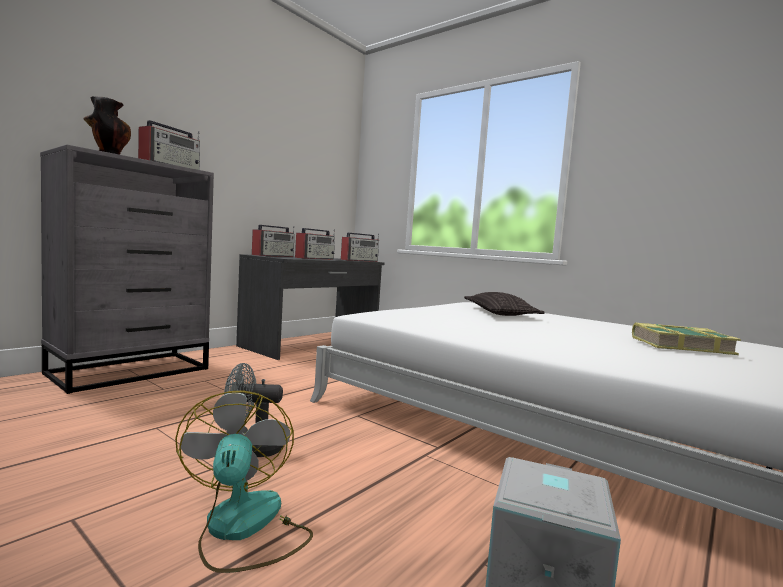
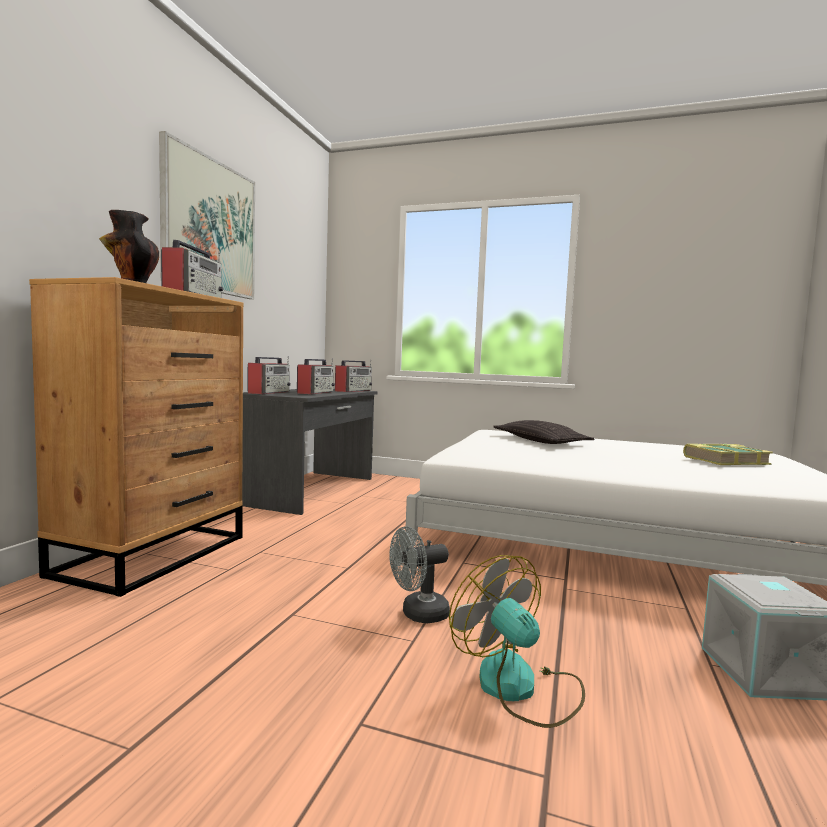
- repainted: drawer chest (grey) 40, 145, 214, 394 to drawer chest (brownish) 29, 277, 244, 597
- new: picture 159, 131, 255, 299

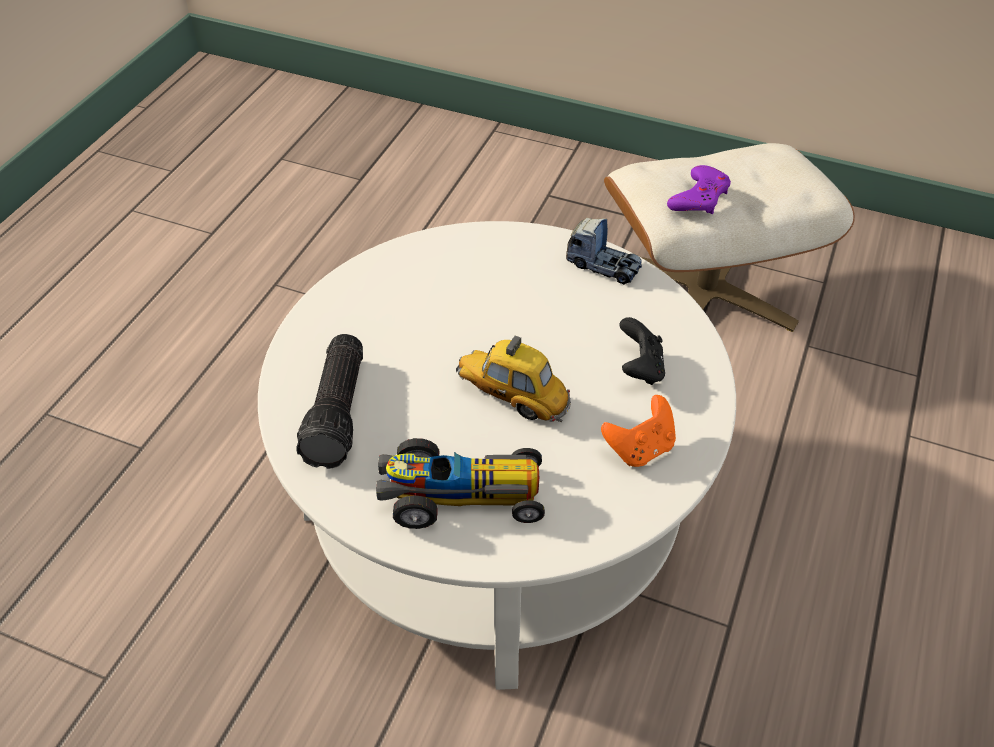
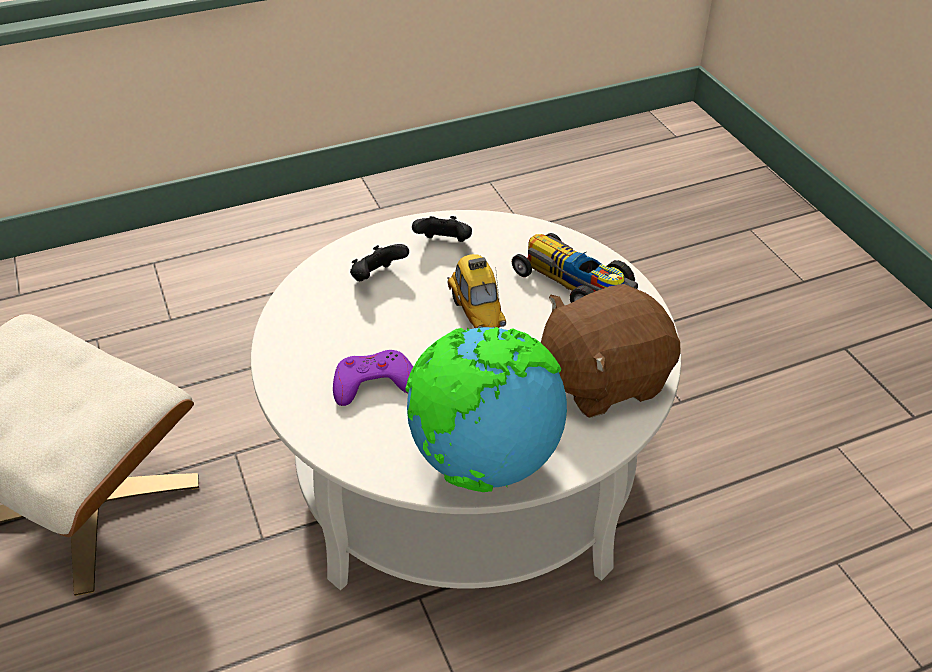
- shifted: joypad (purple) 667, 165, 731, 214 to 333, 350, 413, 406
- gone: toy truck 566, 218, 642, 285
- swapped: flashlight 296, 334, 363, 469 to cuddly toy (brownish) 541, 284, 681, 418
- repainted: joypad (orange-coloured) 601, 395, 676, 467 to joypad (blackish) 412, 216, 472, 242
- new: world globe 406, 327, 567, 492

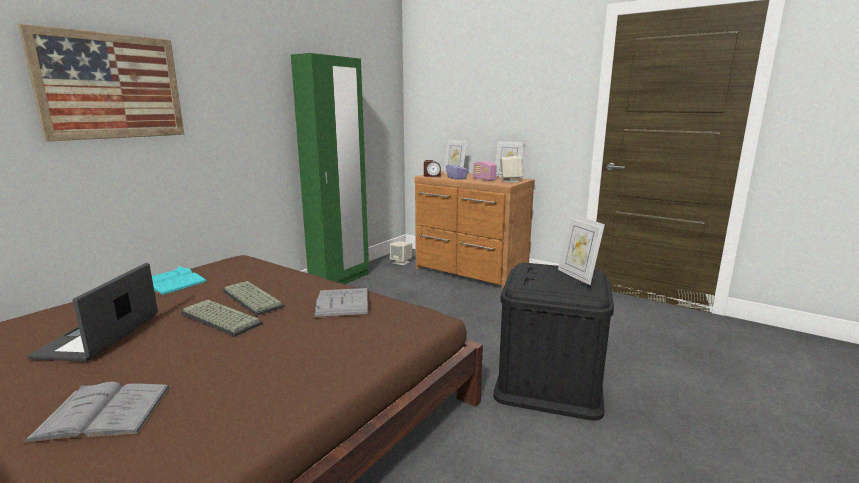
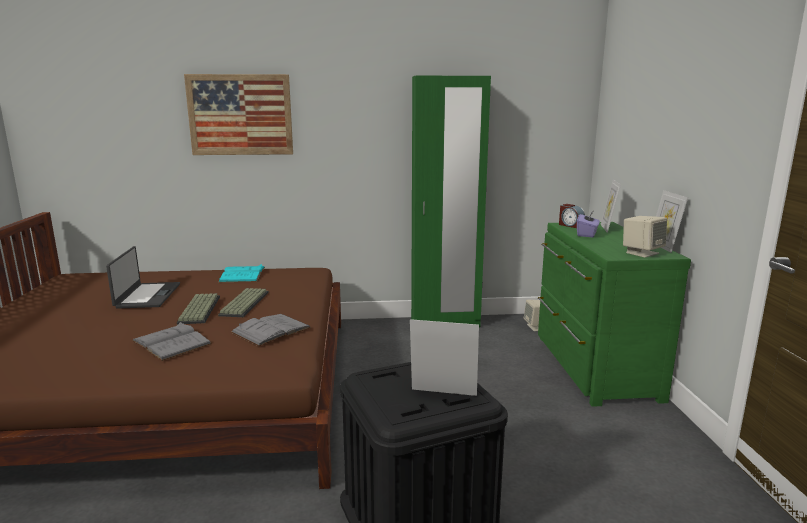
- gone: radio receiver 473, 161, 497, 181
- repainted: drawer chest (brownish) 414, 171, 535, 289 to drawer chest (green-coloured) 538, 222, 691, 407
- rotated: standing frame 558, 214, 605, 285 = 410, 319, 479, 396 75 degrees clockwise
- rotated: portable computer 27, 263, 158, 362 = 106, 246, 180, 309 120 degrees clockwise
- shifted: volume (grey) 22, 382, 171, 444 to 132, 322, 212, 361

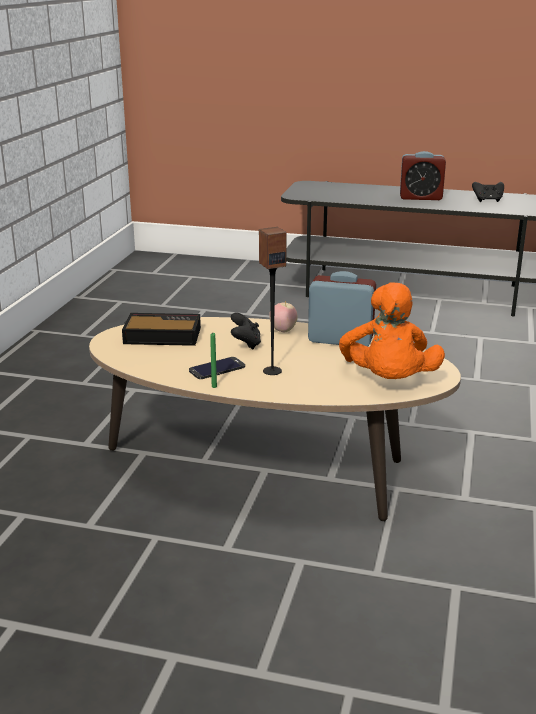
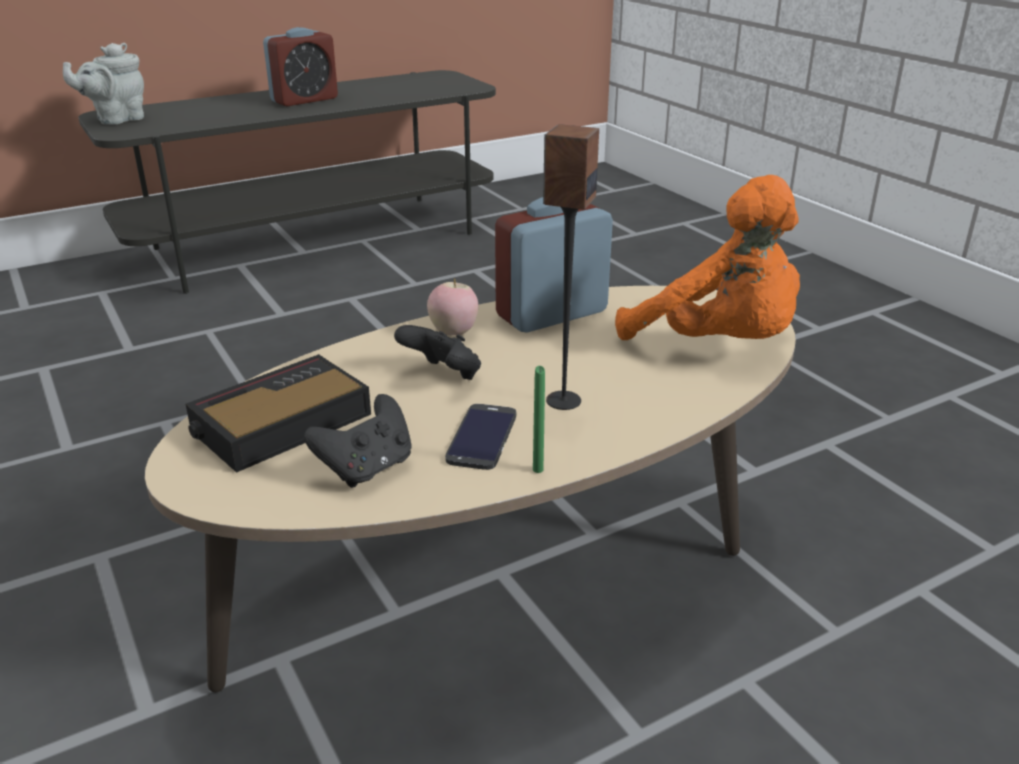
- shifted: joypad (blackish) 472, 182, 504, 202 to 304, 394, 412, 488
- new: tea pot (grey) 63, 43, 144, 125

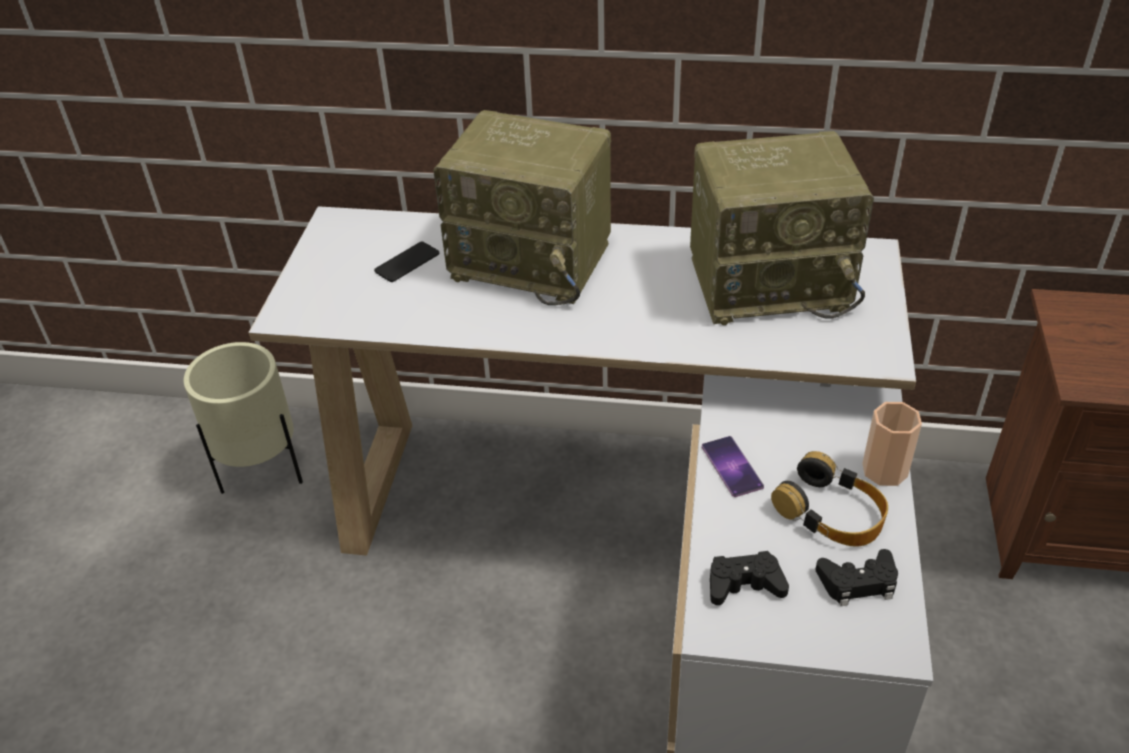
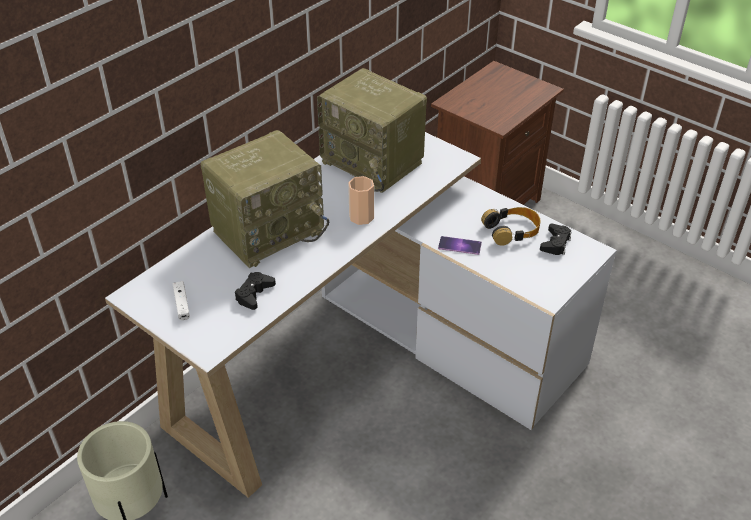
- rotated: radio receiver 690, 131, 874, 325 = 317, 68, 427, 193 105 degrees clockwise
- gone: handset 374, 241, 439, 282
- shifted: small cup 862, 402, 922, 486 to 348, 176, 374, 225
- shifted: joypad (blackish) 710, 551, 789, 605 to 235, 272, 276, 310
- new: joypad (white-coloured) 173, 281, 190, 320

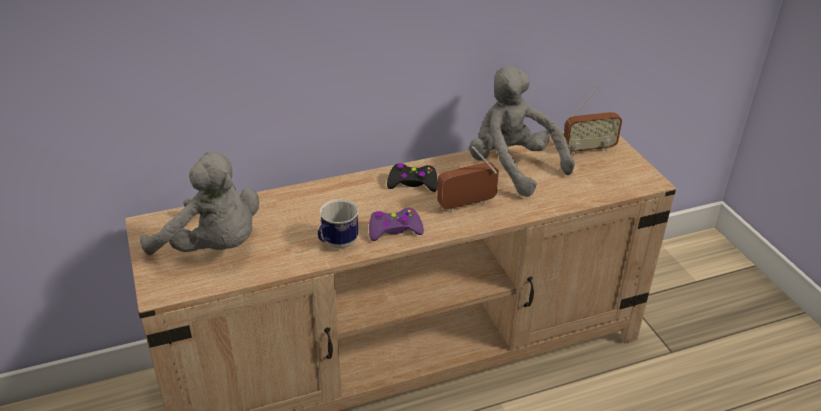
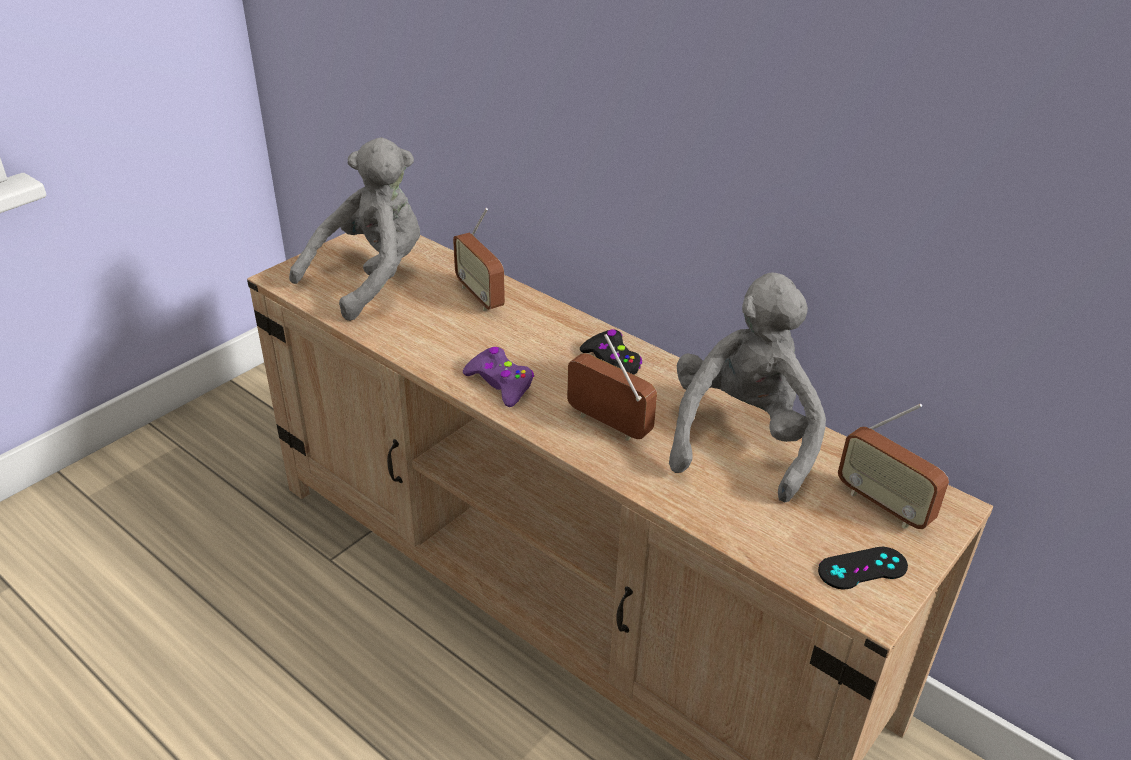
- rotated: cuddly toy (grey) 140, 152, 259, 255 = 289, 137, 420, 321 135 degrees counterclockwise
- gone: tea mug 318, 199, 359, 249
- new: radio receiver 453, 208, 505, 311
- new: joypad (blackish) 818, 547, 908, 589

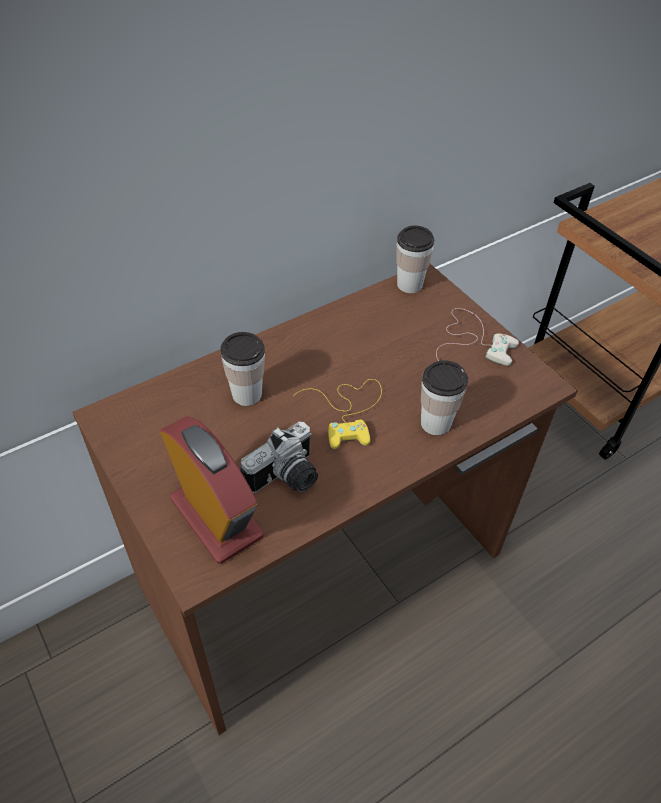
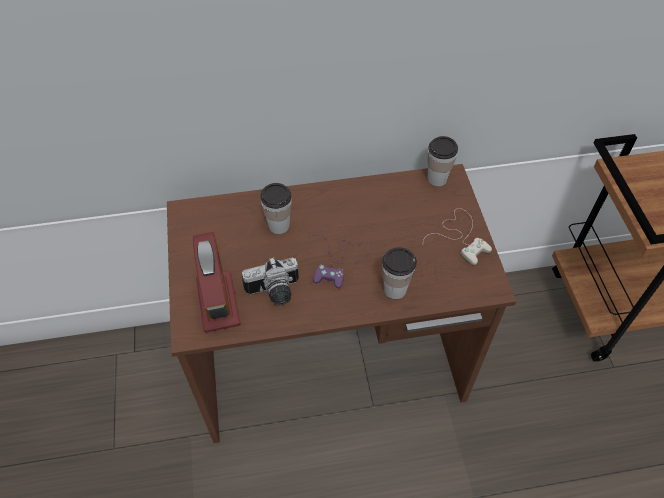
- repainted: joypad (yellow) 293, 379, 382, 449 to joypad (purple) 308, 235, 371, 289

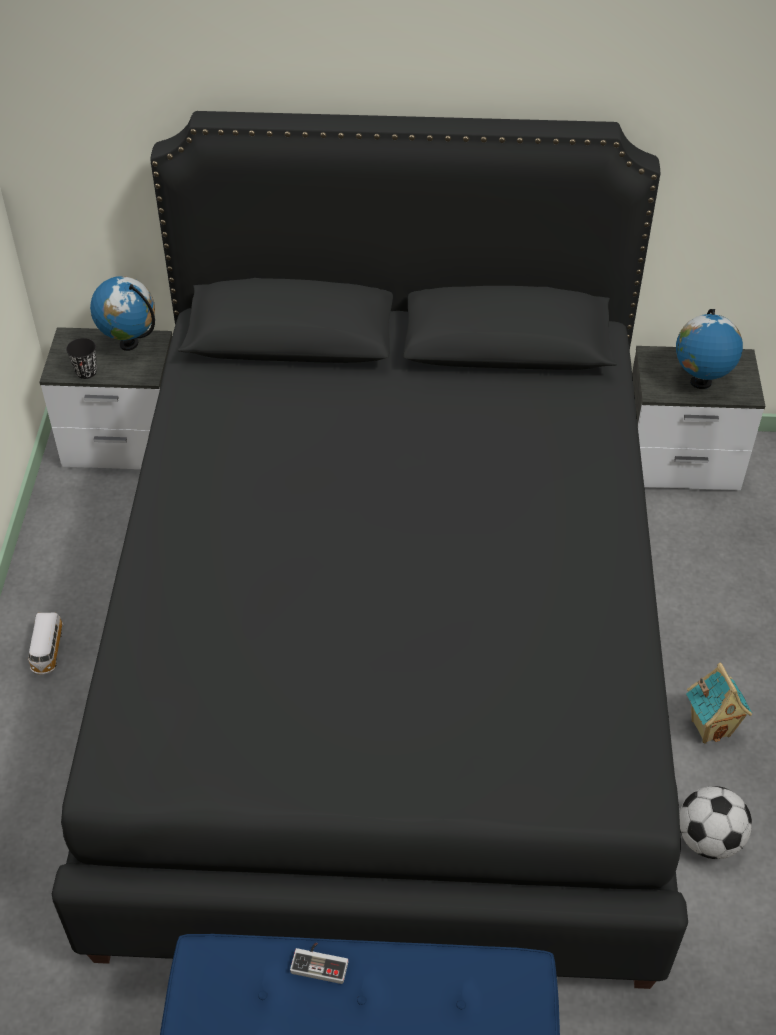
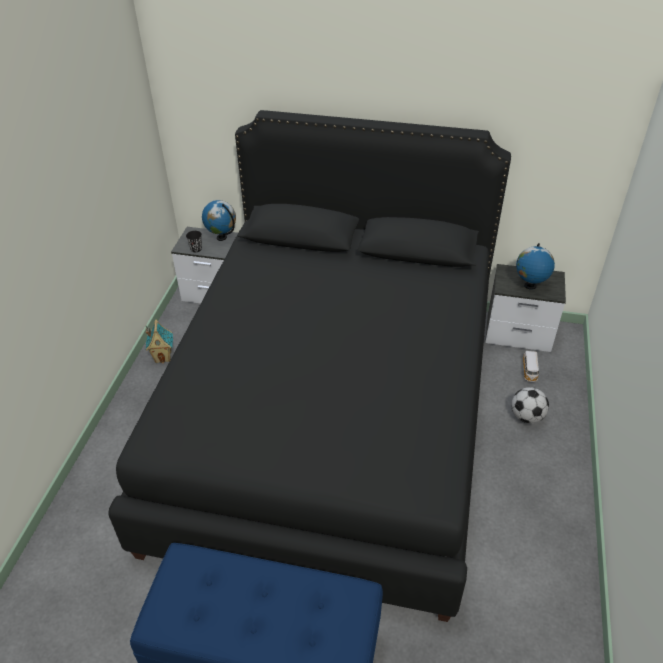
- shifted: toy car 26, 613, 64, 675 to 522, 351, 539, 382
- shifted: miniature house 686, 663, 752, 744 to 146, 320, 173, 363
- shifted: football 679, 786, 752, 859 to 512, 387, 549, 423
- gone: joypad 290, 942, 348, 984

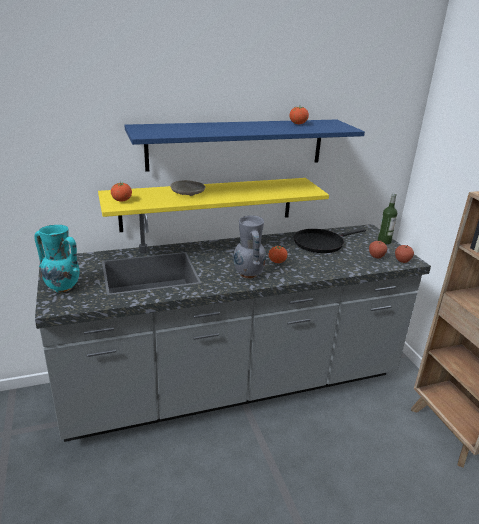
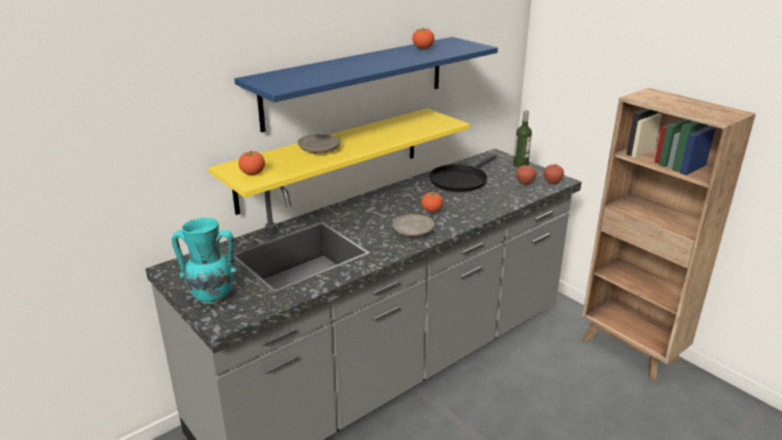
- swapped: vase (grey) 233, 215, 266, 279 to dinner plate (beige-coloured) 393, 214, 435, 237

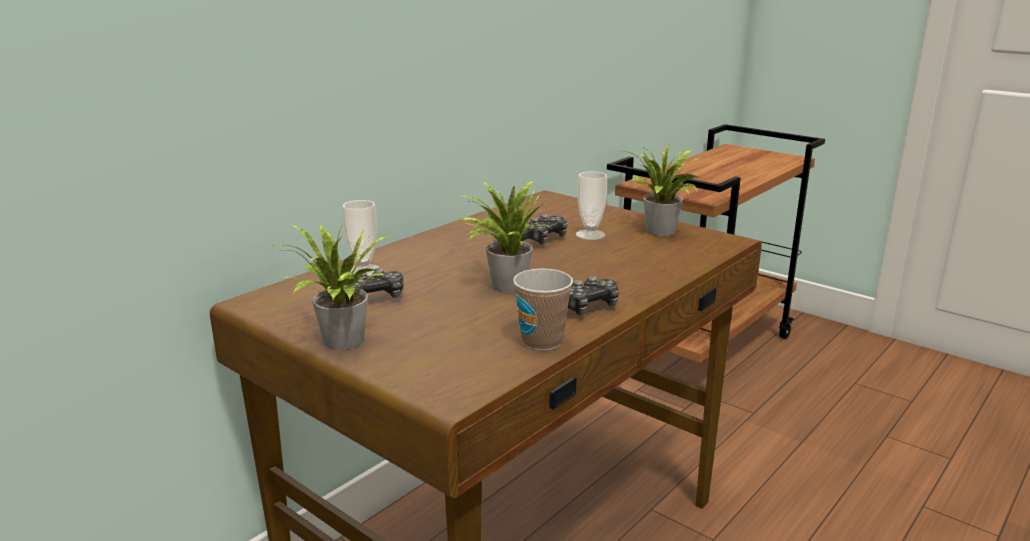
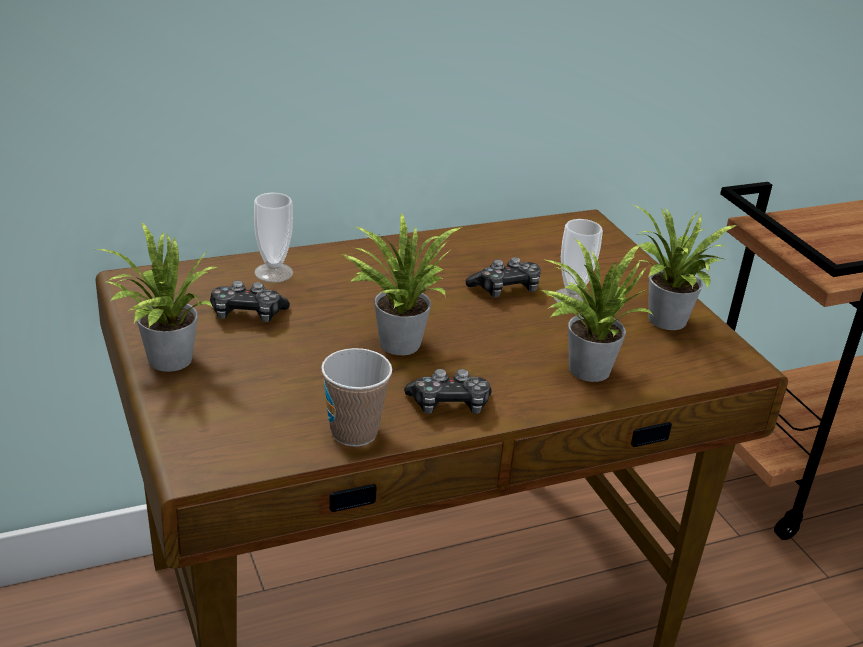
- new: potted plant 541, 239, 654, 382

